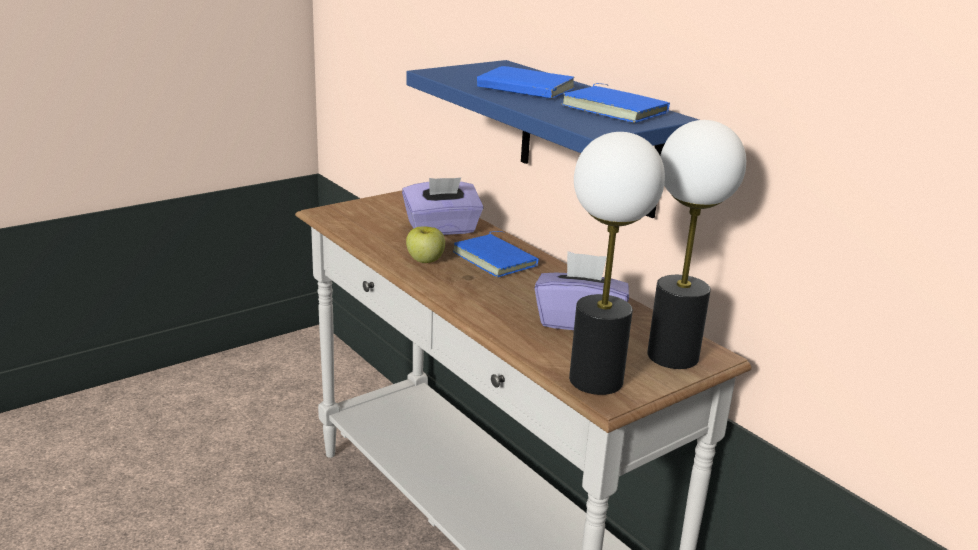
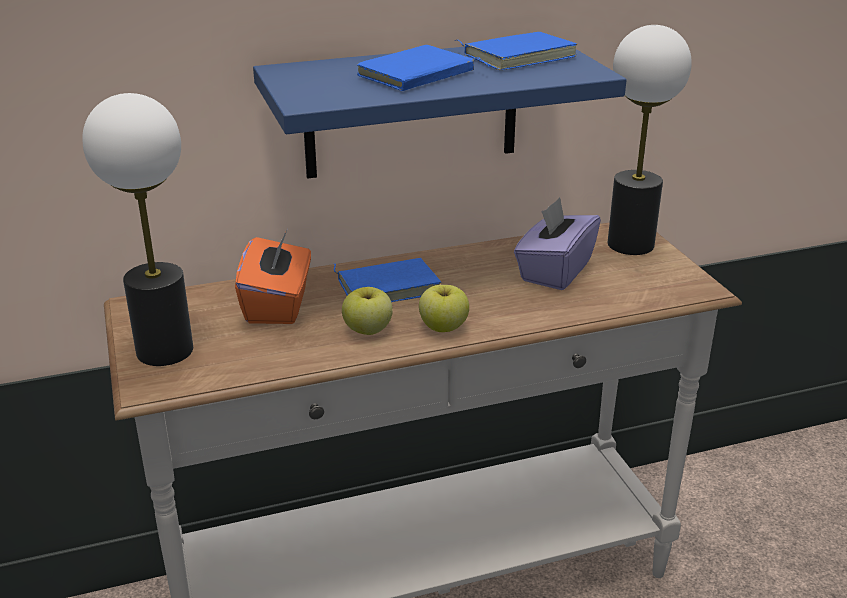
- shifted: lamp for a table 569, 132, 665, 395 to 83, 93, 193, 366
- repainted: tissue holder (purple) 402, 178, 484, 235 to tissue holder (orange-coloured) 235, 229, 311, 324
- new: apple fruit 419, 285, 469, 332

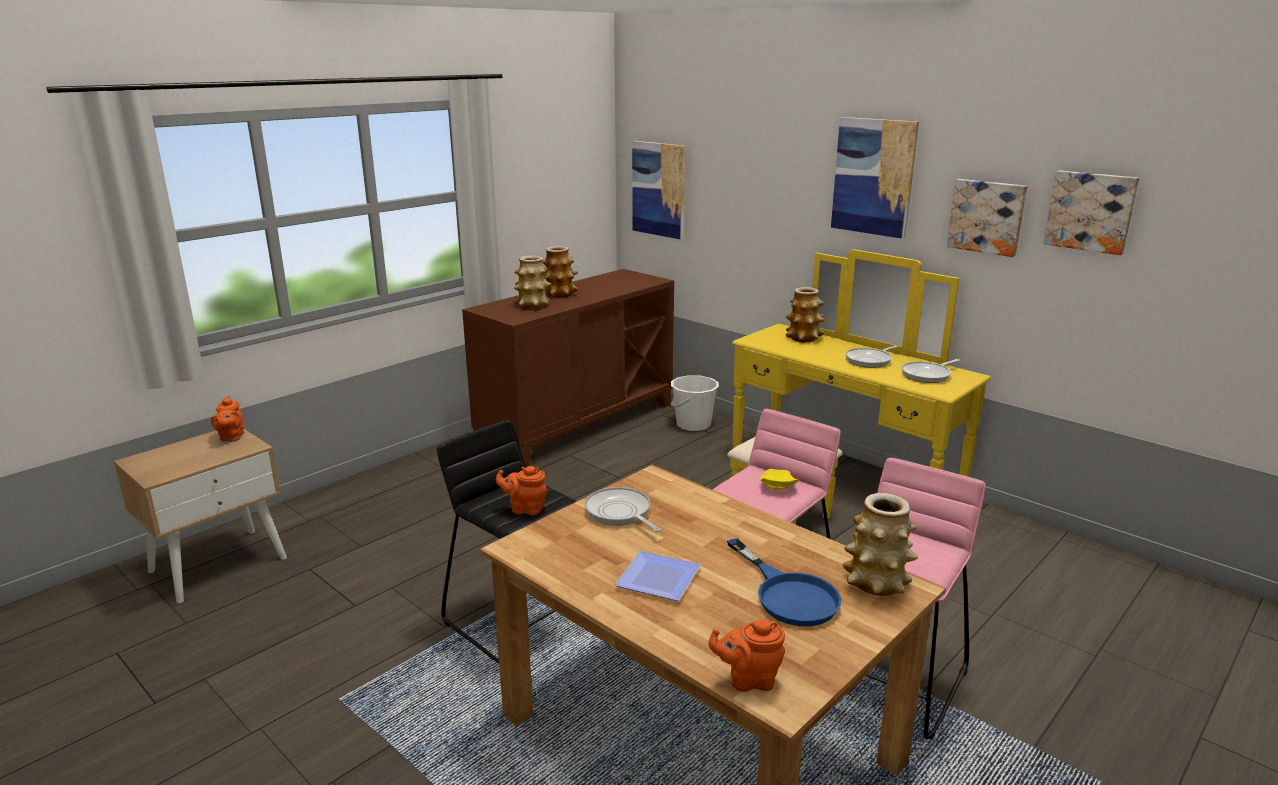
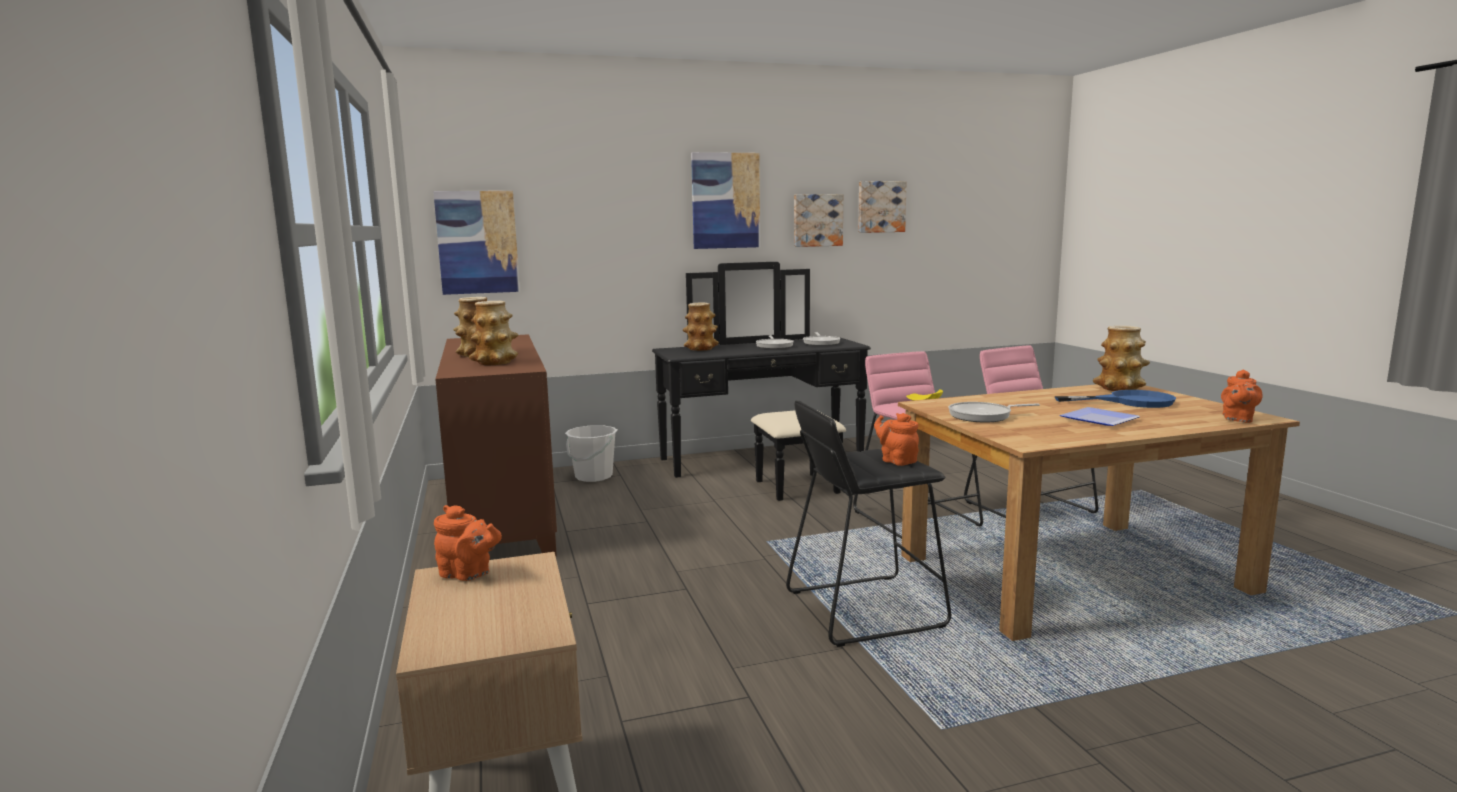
- repainted: drawer chest (yellow) 727, 249, 991, 525 to drawer chest (blackish) 652, 262, 871, 501
- rotated: tea pot (orange-coloured) 495, 466, 548, 516 = 874, 413, 919, 466 105 degrees clockwise

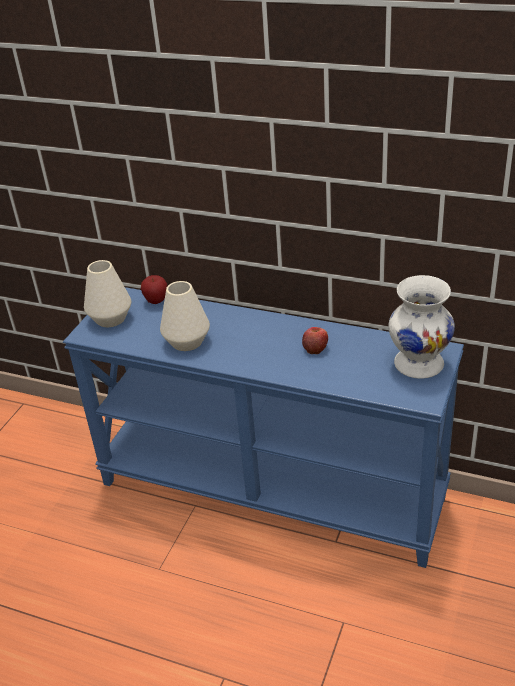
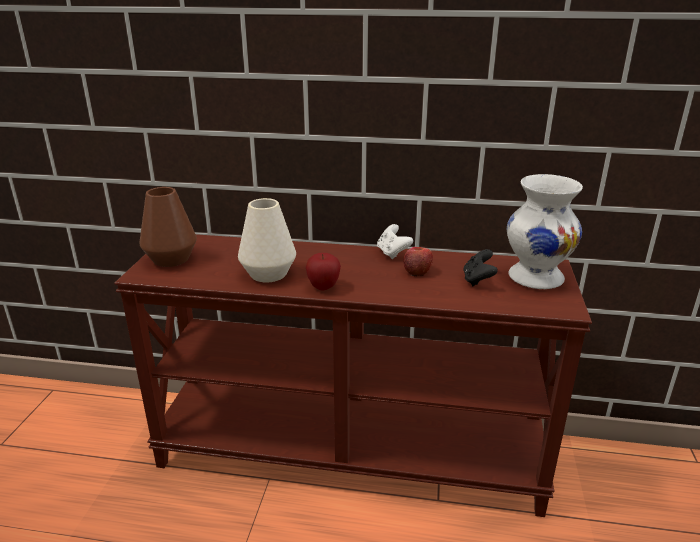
- repainted: vase (white-coloured) 84, 260, 131, 327 to vase (brownish) 139, 187, 197, 267
- shifted: apple fruit 141, 275, 167, 304 to 306, 253, 341, 290
- repainted: narrow table (bluish) 63, 287, 464, 568 to narrow table (brownish) 114, 234, 592, 517
- new: joypad (white-coloured) 377, 224, 413, 259
- new: joypad (blackish) 463, 249, 498, 286

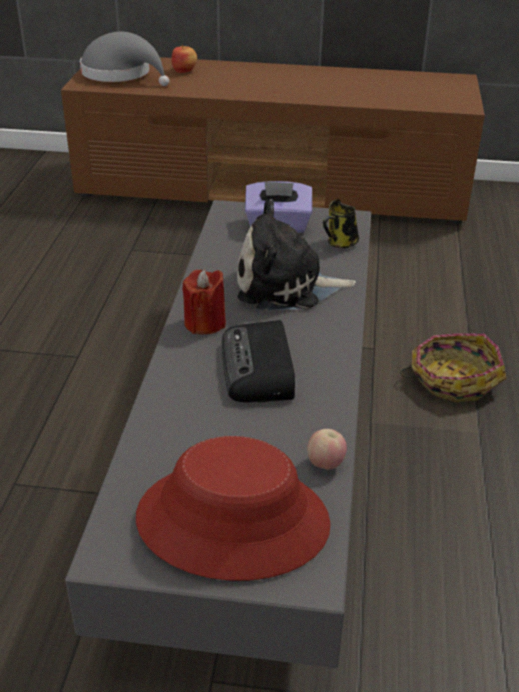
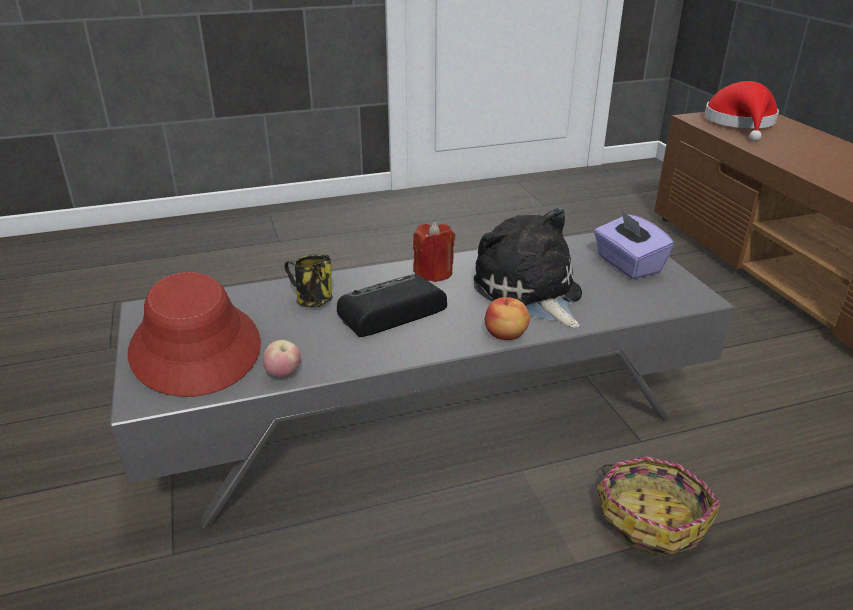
- repainted: hat (grey) 80, 32, 169, 86 to hat (red) 704, 81, 779, 141
- shifted: apple fruit 171, 45, 197, 73 to 485, 297, 530, 340
- shifted: tea mug 323, 199, 359, 248 to 284, 254, 333, 308

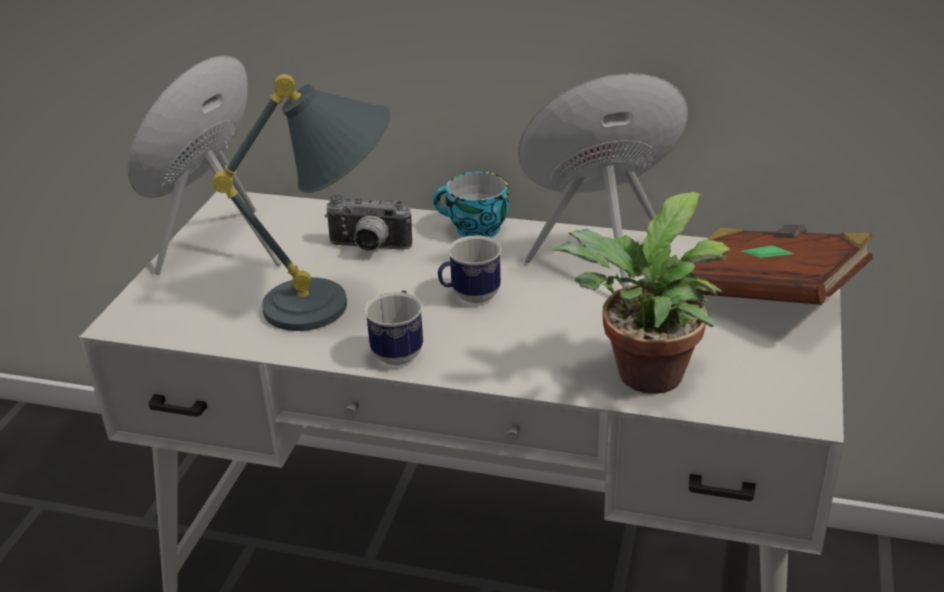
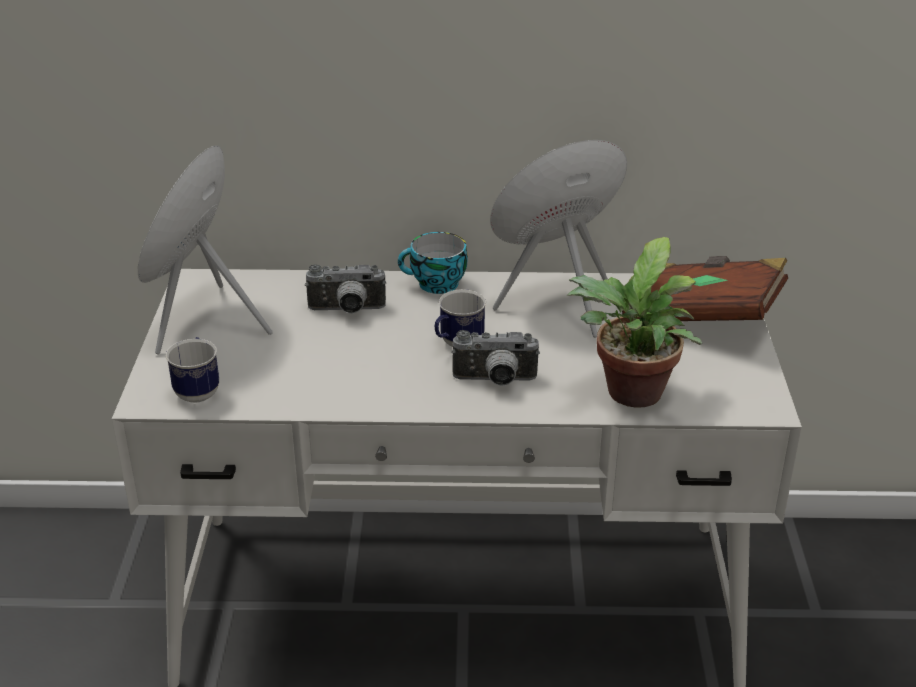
- gone: lamp for a table (grey) 213, 74, 390, 331
- shifted: tea mug 364, 290, 423, 365 to 166, 337, 219, 403
- new: photo camera 451, 330, 540, 386

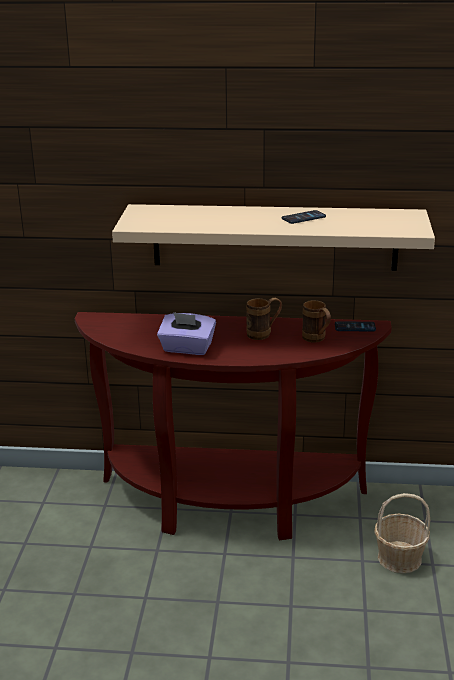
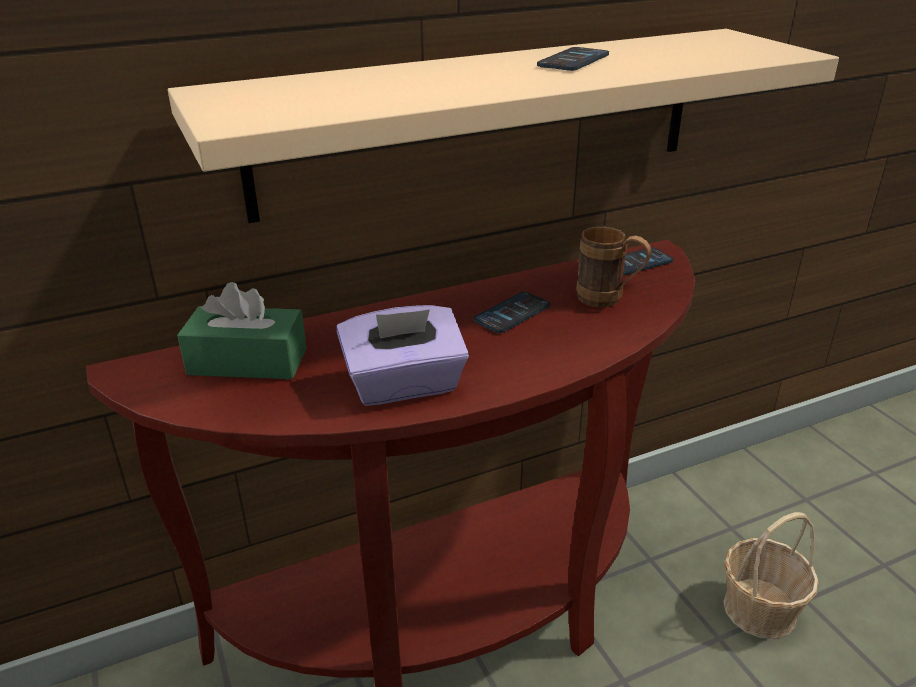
- swapped: tea mug (brownish) 246, 298, 282, 340 to handset 474, 292, 550, 333
- new: tissue holder (green-coloured) 177, 282, 307, 379

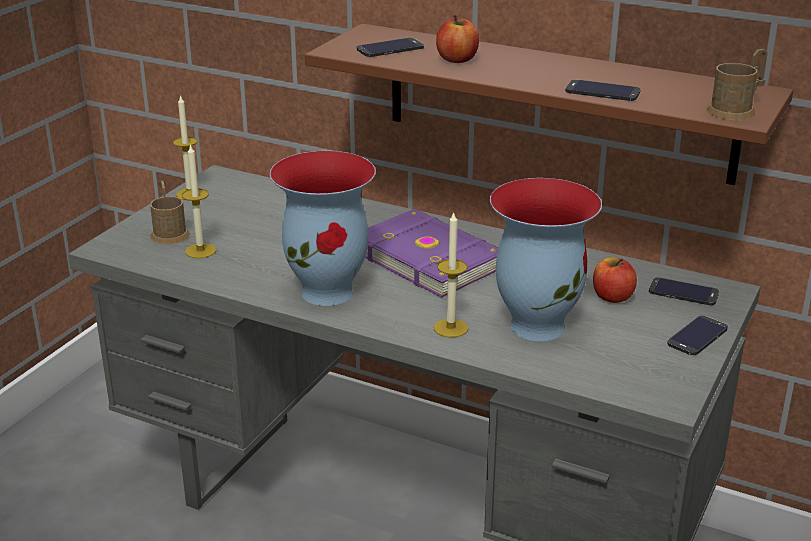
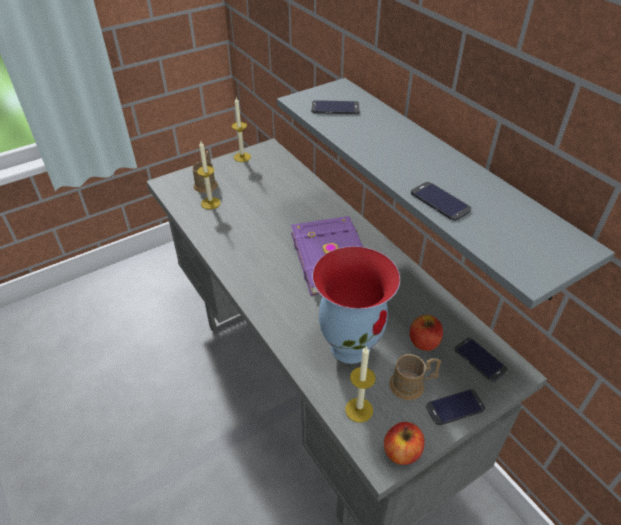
- shifted: apple fruit 436, 15, 479, 63 to 384, 422, 424, 465
- repainted: wall shelf (brownish) 305, 24, 793, 185 to wall shelf (grey) 277, 78, 615, 309
- shifted: tea mug (brownish) 706, 49, 768, 121 to 389, 354, 441, 400
- gone: vase 270, 151, 376, 306
- shifted: wax light 434, 211, 468, 338 to 345, 346, 375, 423

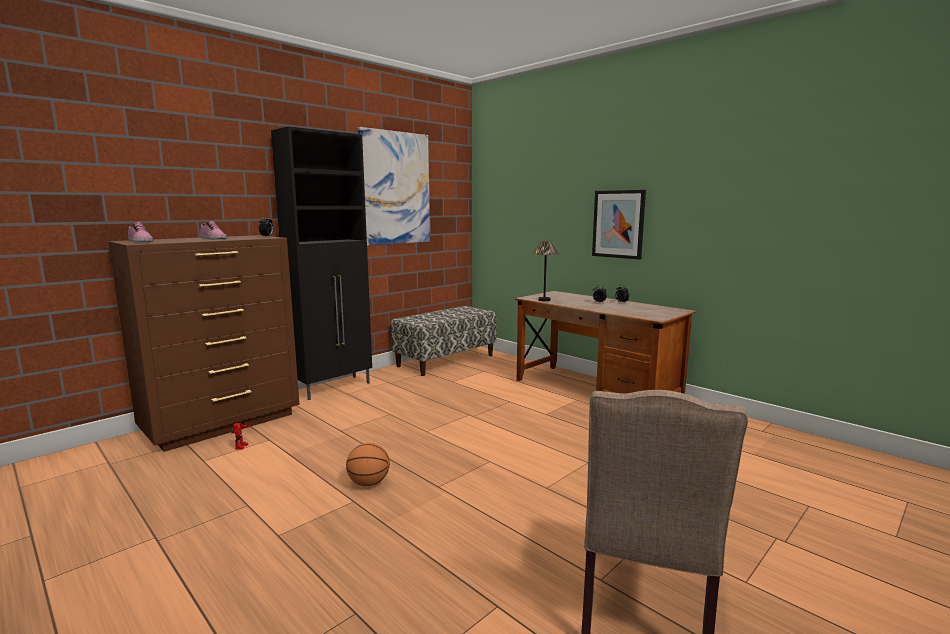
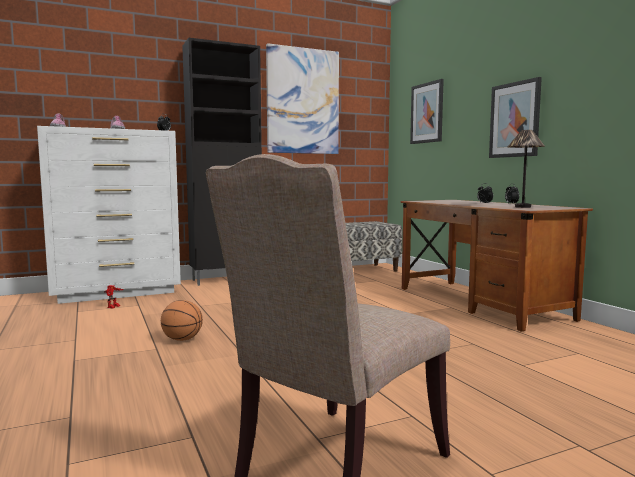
- repainted: drawer chest (brownish) 108, 235, 299, 452 to drawer chest (white-coloured) 37, 126, 181, 304
- shifted: lamp for a table 532, 241, 559, 301 to 508, 130, 545, 208
- new: picture 410, 79, 444, 144

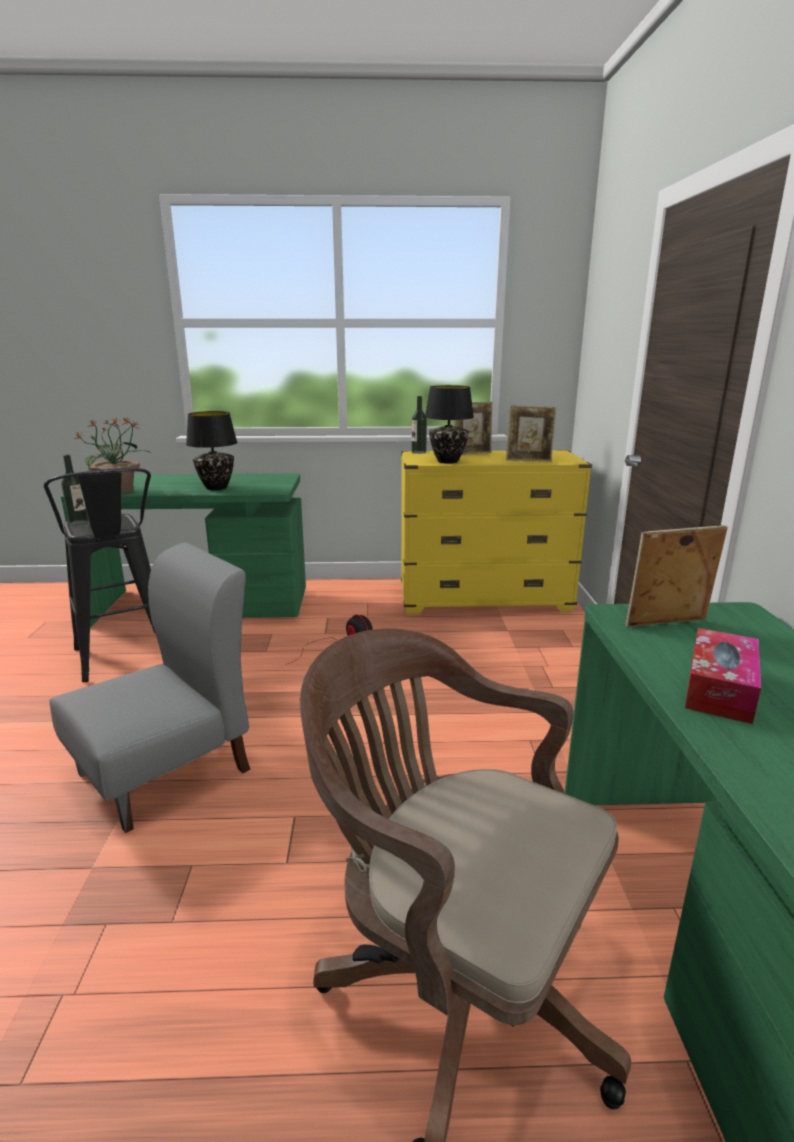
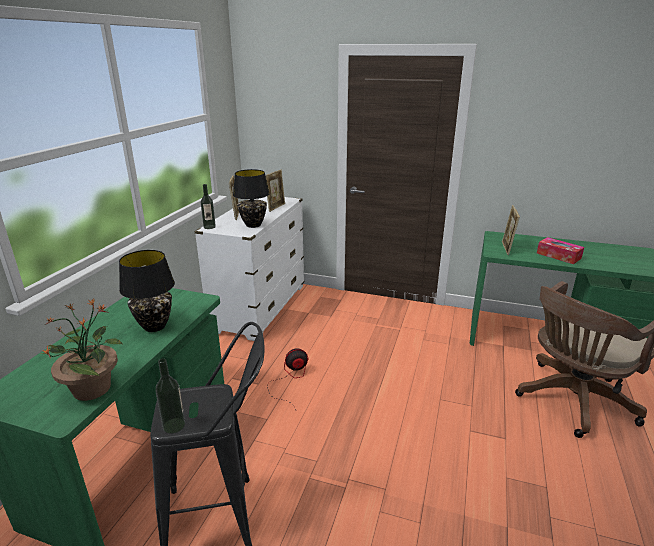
- repainted: drawer chest (yellow) 401, 450, 592, 614 to drawer chest (white-coloured) 195, 196, 304, 341
- gone: plain chair (grey) 49, 542, 250, 833

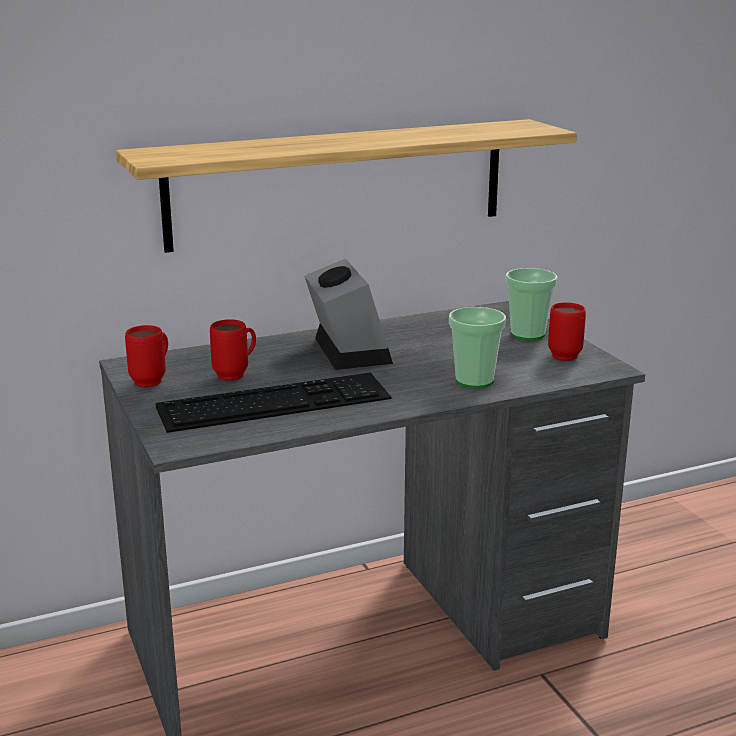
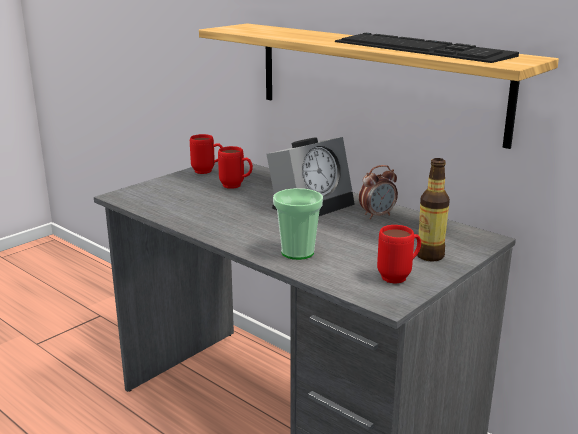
- swapped: small cup 505, 268, 558, 340 to drink bottle 417, 158, 450, 262
- shifted: keyboard 156, 373, 392, 433 to 335, 33, 519, 63
- new: alarm clock 359, 165, 398, 219

